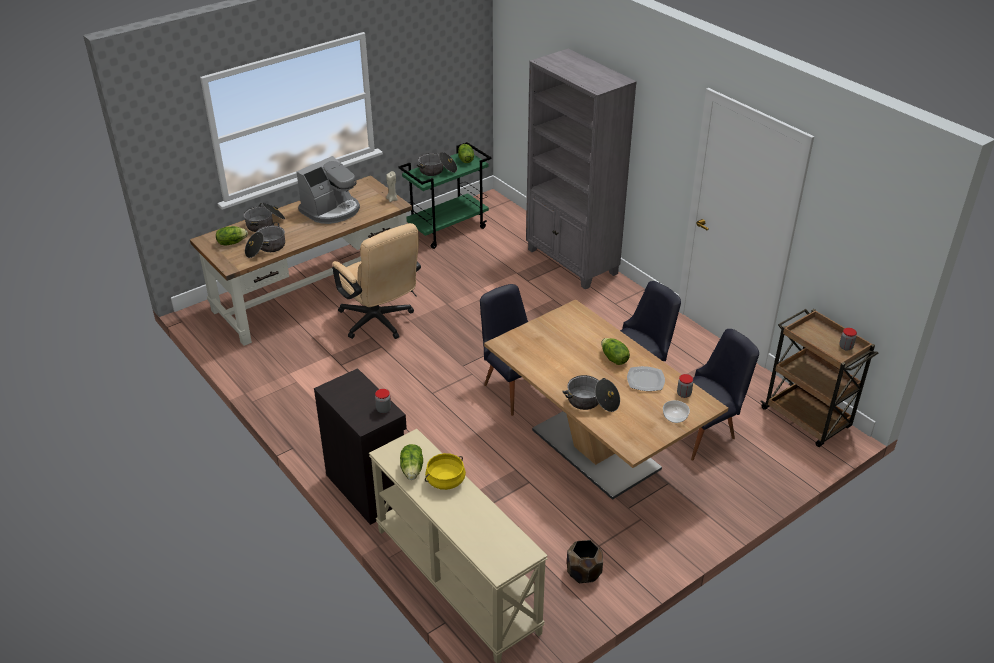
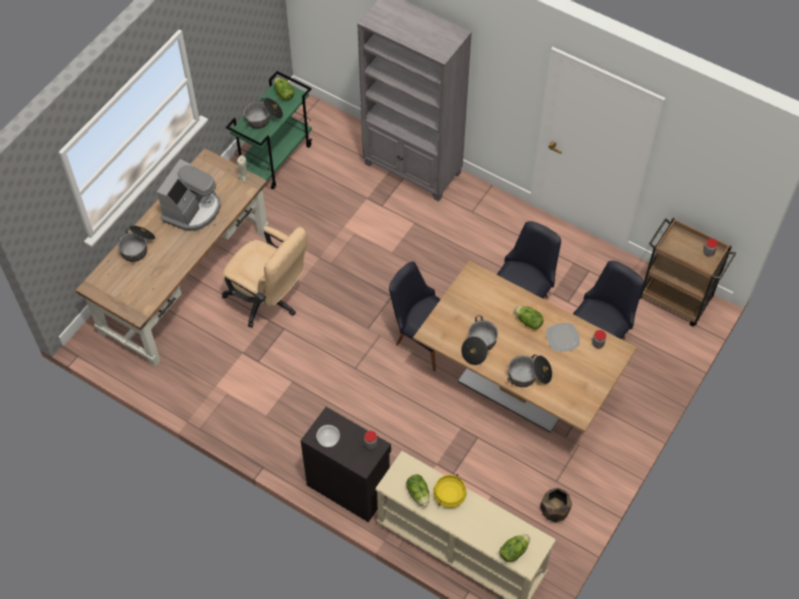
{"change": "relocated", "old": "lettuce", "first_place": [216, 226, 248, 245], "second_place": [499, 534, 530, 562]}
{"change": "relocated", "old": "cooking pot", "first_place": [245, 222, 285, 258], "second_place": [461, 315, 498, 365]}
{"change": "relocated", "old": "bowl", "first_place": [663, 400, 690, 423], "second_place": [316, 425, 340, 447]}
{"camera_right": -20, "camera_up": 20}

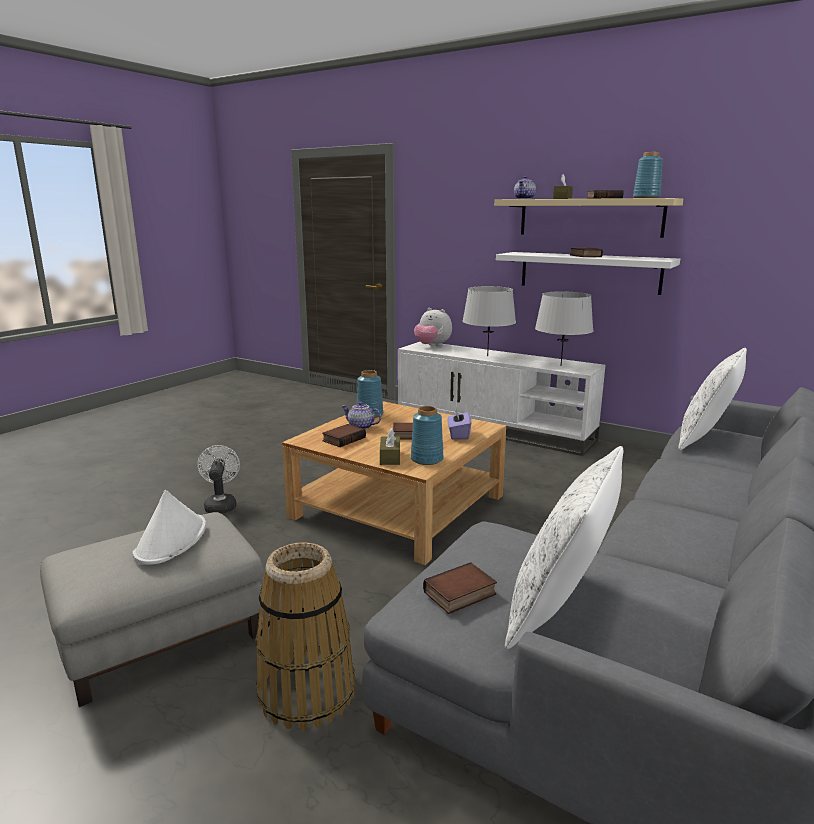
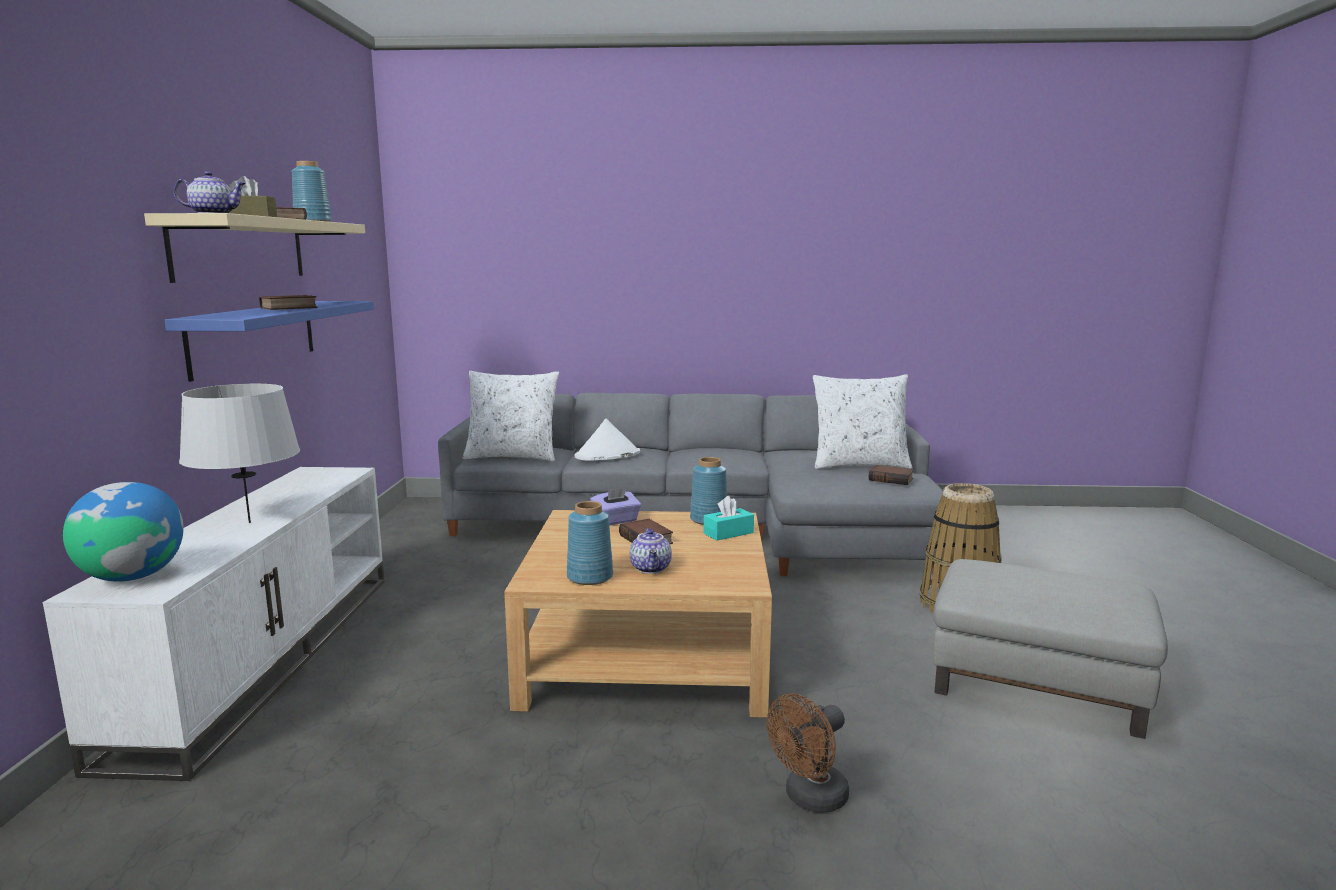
{"change": "missing", "old": "book", "first_place": [322, 424, 366, 447]}
{"change": "missing", "old": "grey table lamp", "first_place": [535, 291, 594, 366]}
{"change": "relocated", "old": "white hat", "first_place": [133, 490, 206, 565], "second_place": [575, 419, 640, 461]}
{"change": "exchanged", "old": "plush toy", "new": "globe", "first_place": [414, 308, 452, 346], "second_place": [63, 482, 184, 581]}
{"change": "colour", "old": "white fan", "new": "brown fan", "first_place": [197, 445, 240, 513], "second_place": [767, 693, 849, 813]}
{"change": "colour", "old": "brown tissue box", "new": "turquoise tissue box", "first_place": [380, 428, 400, 465], "second_place": [704, 496, 754, 541]}
{"change": "colour", "old": "white shelf", "new": "blue shelf", "first_place": [496, 252, 680, 295], "second_place": [165, 301, 374, 382]}
{"camera_right": -120, "camera_up": -5}

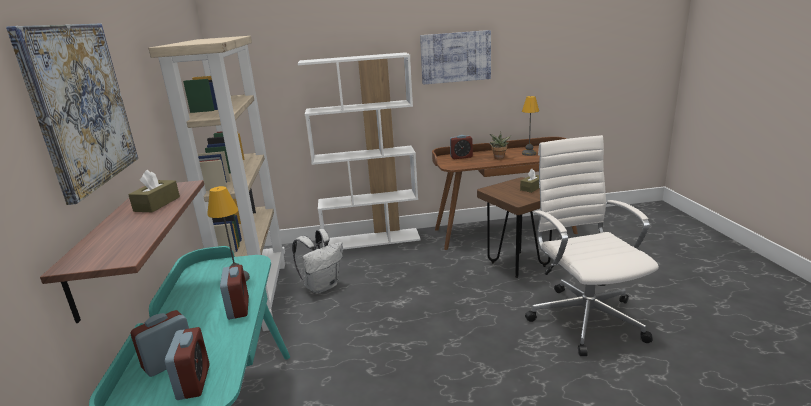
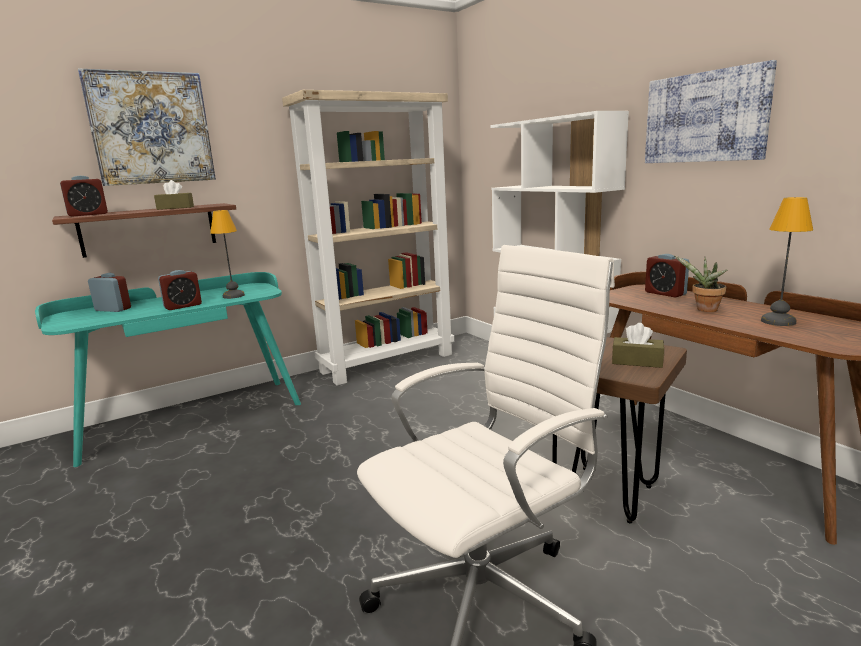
{"change": "missing", "old": "white backpack", "first_place": [292, 229, 343, 294]}
{"change": "relocated", "old": "alarm clock", "first_place": [165, 327, 210, 400], "second_place": [60, 176, 108, 217]}
{"camera_right": 65, "camera_up": -5}

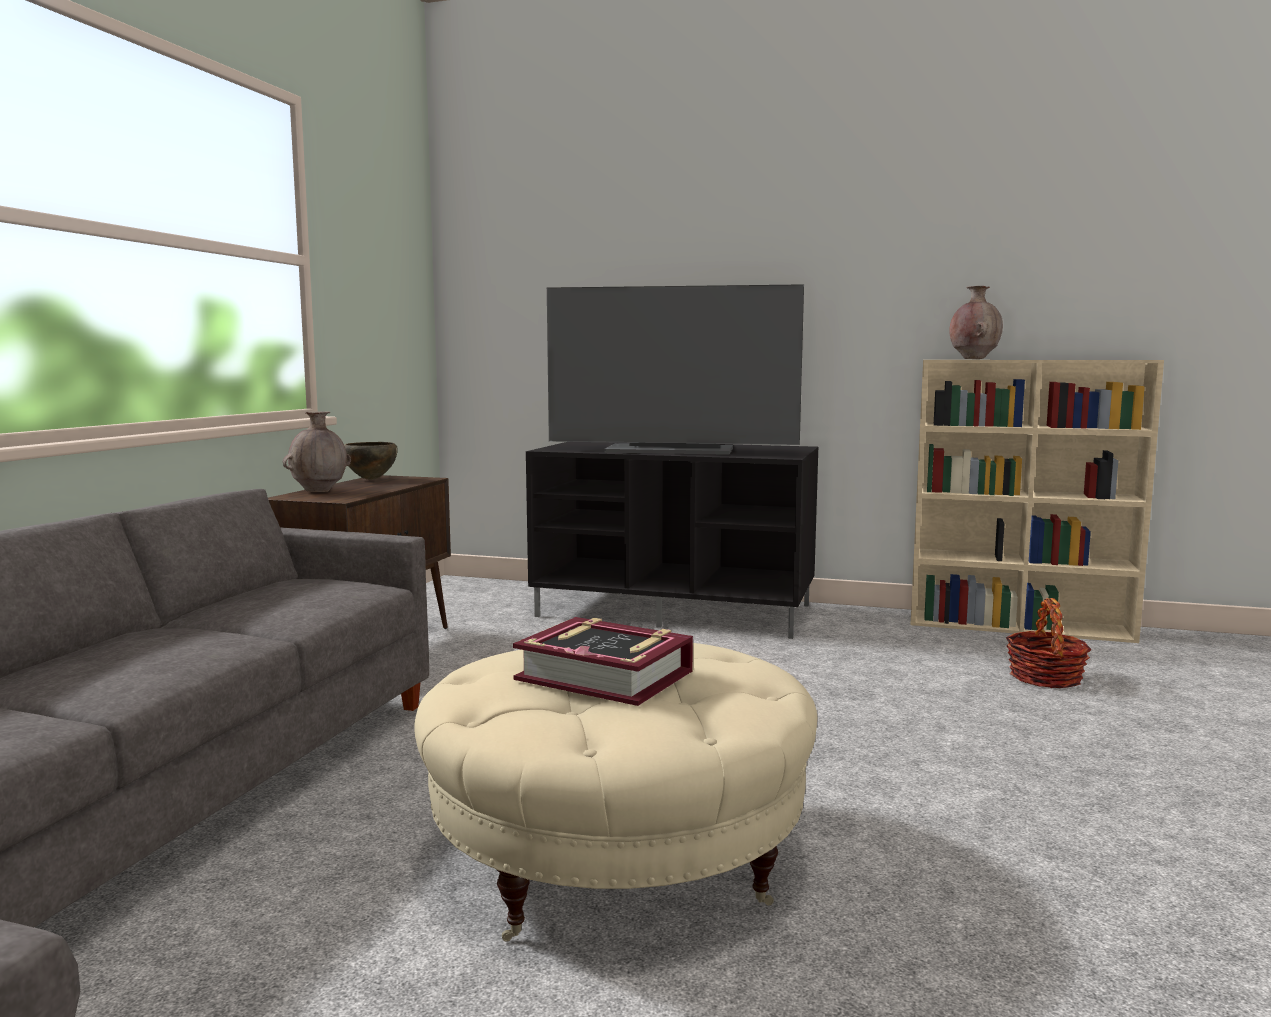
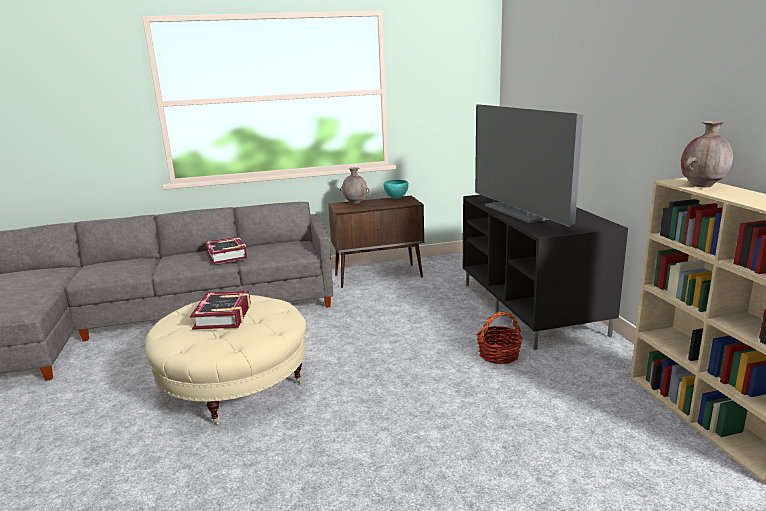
{"change": "appeared", "new": "book", "second_place": [205, 237, 247, 265]}
{"change": "relocated", "old": "basket", "first_place": [1006, 598, 1092, 688], "second_place": [476, 312, 523, 364]}
{"change": "colour", "old": "brown bowl", "new": "turquoise bowl", "first_place": [344, 442, 397, 480], "second_place": [383, 180, 409, 199]}
{"camera_right": 60, "camera_up": 10}

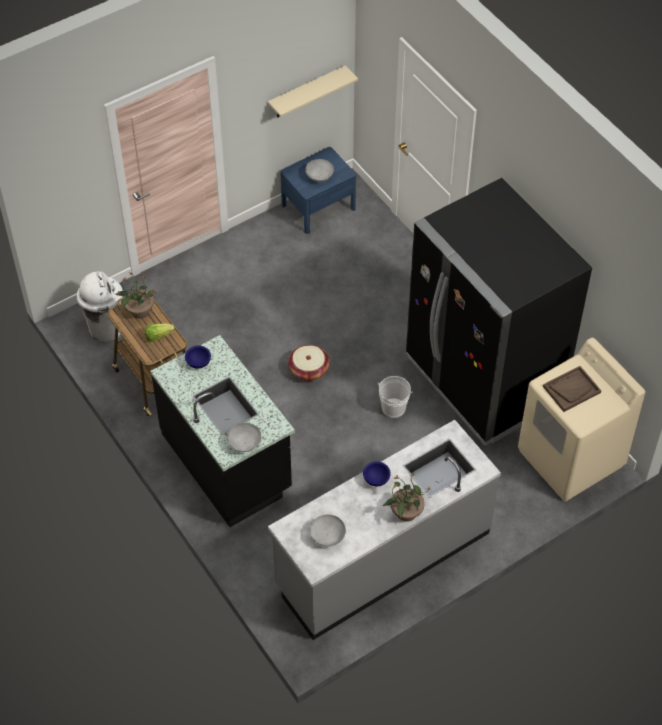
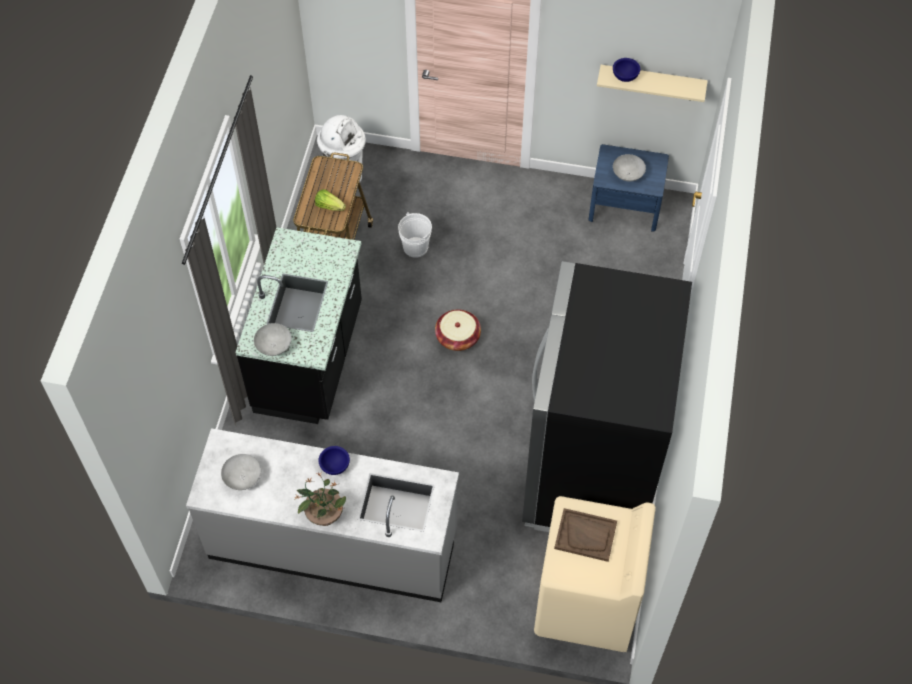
{"change": "missing", "old": "potted plant", "first_place": [115, 271, 156, 319]}
{"change": "relocated", "old": "blue bowl", "first_place": [185, 346, 211, 369], "second_place": [613, 58, 640, 82]}
{"change": "relocated", "old": "white bucket", "first_place": [378, 376, 413, 418], "second_place": [398, 212, 432, 258]}
{"camera_right": 45, "camera_up": 5}

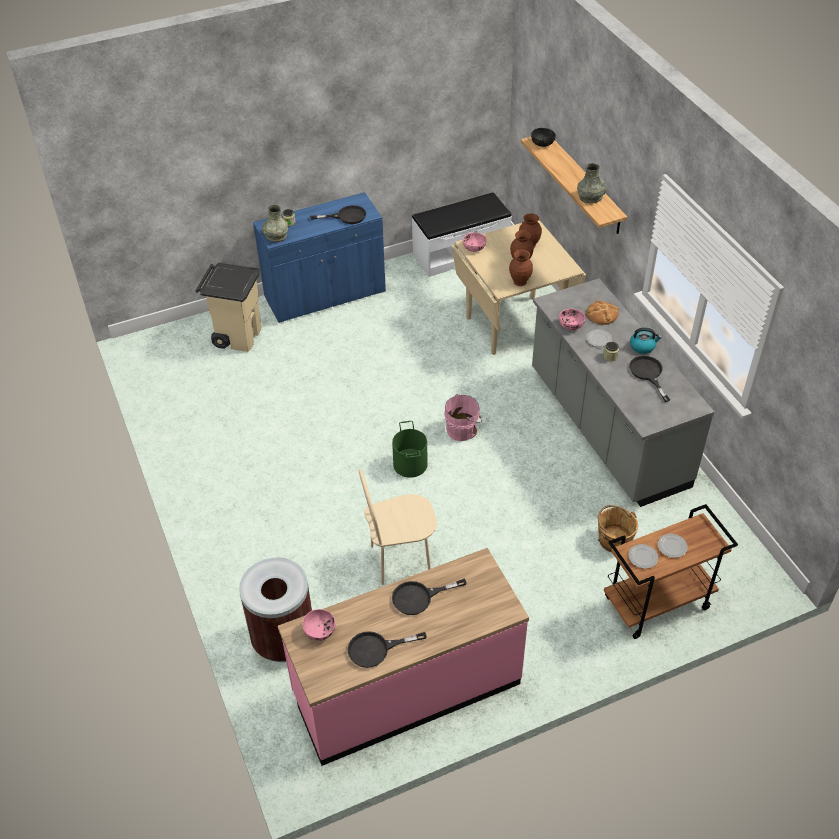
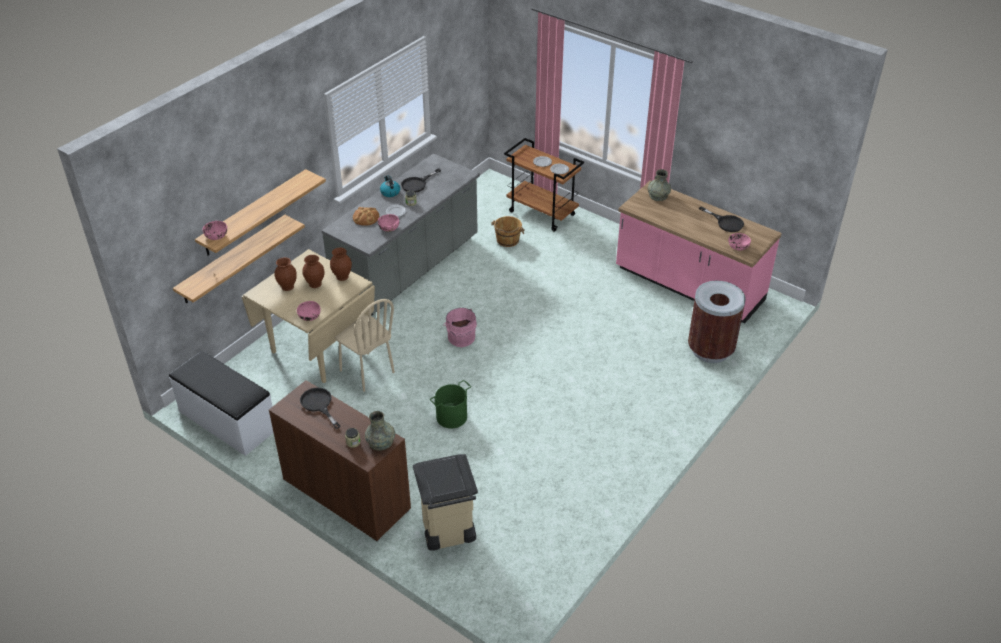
{"change": "missing", "old": "black frying pan", "first_place": [392, 579, 467, 615]}
{"change": "appeared", "new": "shelf", "second_place": [173, 215, 305, 303]}
{"change": "relocated", "old": "beige chair", "first_place": [359, 469, 437, 585], "second_place": [335, 299, 395, 392]}
{"change": "relocated", "old": "green bucket", "first_place": [392, 421, 428, 478], "second_place": [430, 380, 471, 428]}
{"change": "relocated", "old": "grey vase", "first_place": [577, 163, 606, 203], "second_place": [648, 169, 671, 201]}
{"change": "colour", "old": "blue cabinet", "new": "brown cabinet", "first_place": [253, 192, 386, 323], "second_place": [269, 380, 411, 542]}
{"change": "colour", "old": "black bowl", "new": "pink bowl", "first_place": [531, 128, 556, 147], "second_place": [202, 221, 227, 240]}
{"camera_right": -120, "camera_up": -5}

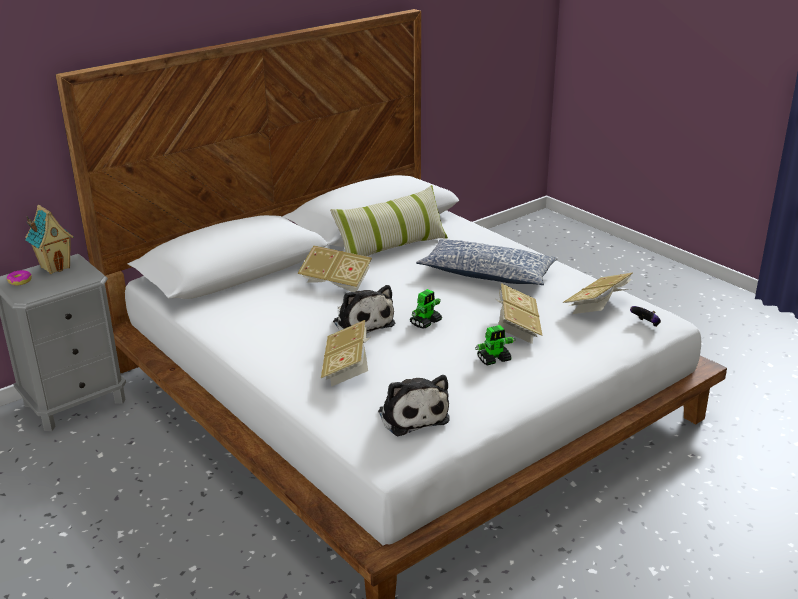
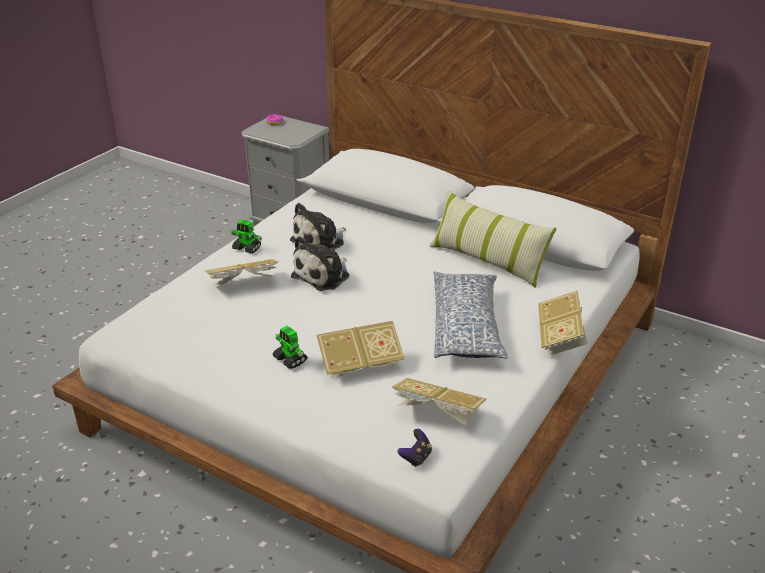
{"change": "missing", "old": "toy house", "first_place": [25, 205, 74, 274]}
{"change": "relocated", "old": "book", "first_place": [297, 245, 372, 292], "second_place": [538, 291, 588, 356]}
{"change": "relocated", "old": "plush toy", "first_place": [378, 375, 449, 436], "second_place": [290, 203, 346, 250]}
{"change": "relocated", "old": "toy robot", "first_place": [410, 289, 442, 329], "second_place": [230, 219, 262, 253]}
{"camera_right": 70, "camera_up": 5}

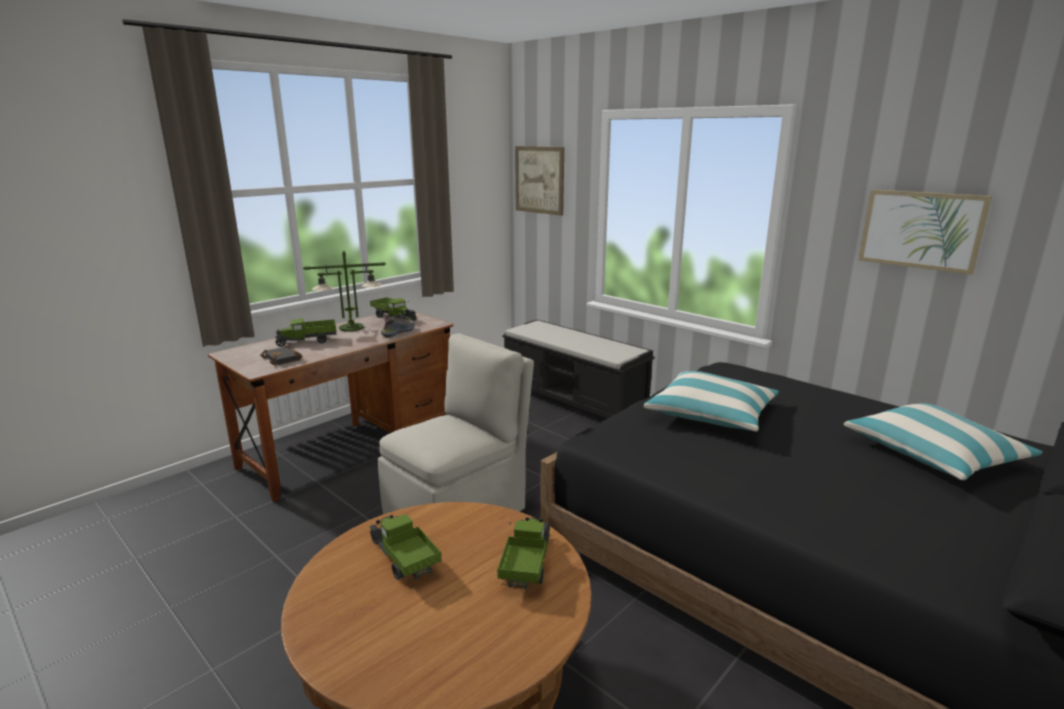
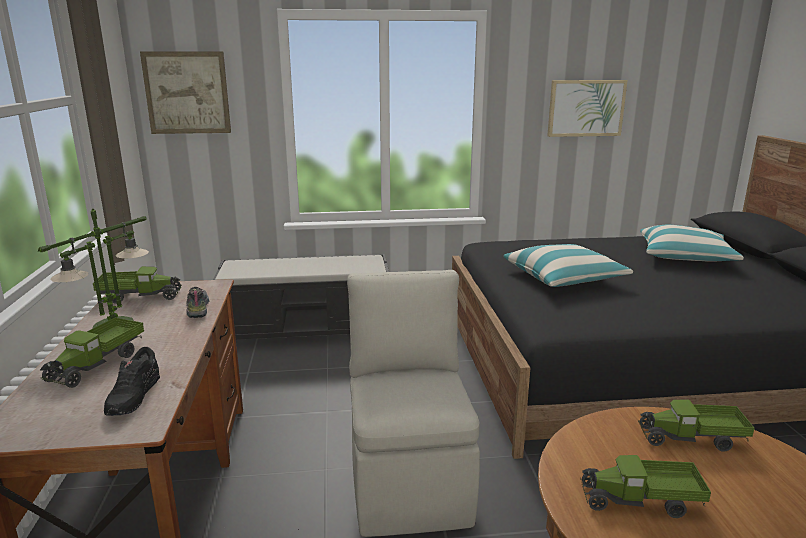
{"change": "exchanged", "old": "black book", "new": "black shoe", "first_place": [260, 346, 302, 366], "second_place": [104, 347, 160, 416]}
{"change": "spun", "old": "toy truck", "first_place": [497, 517, 550, 589], "second_place": [638, 399, 754, 452], "degrees": -45}
{"camera_right": -50, "camera_up": 0}

